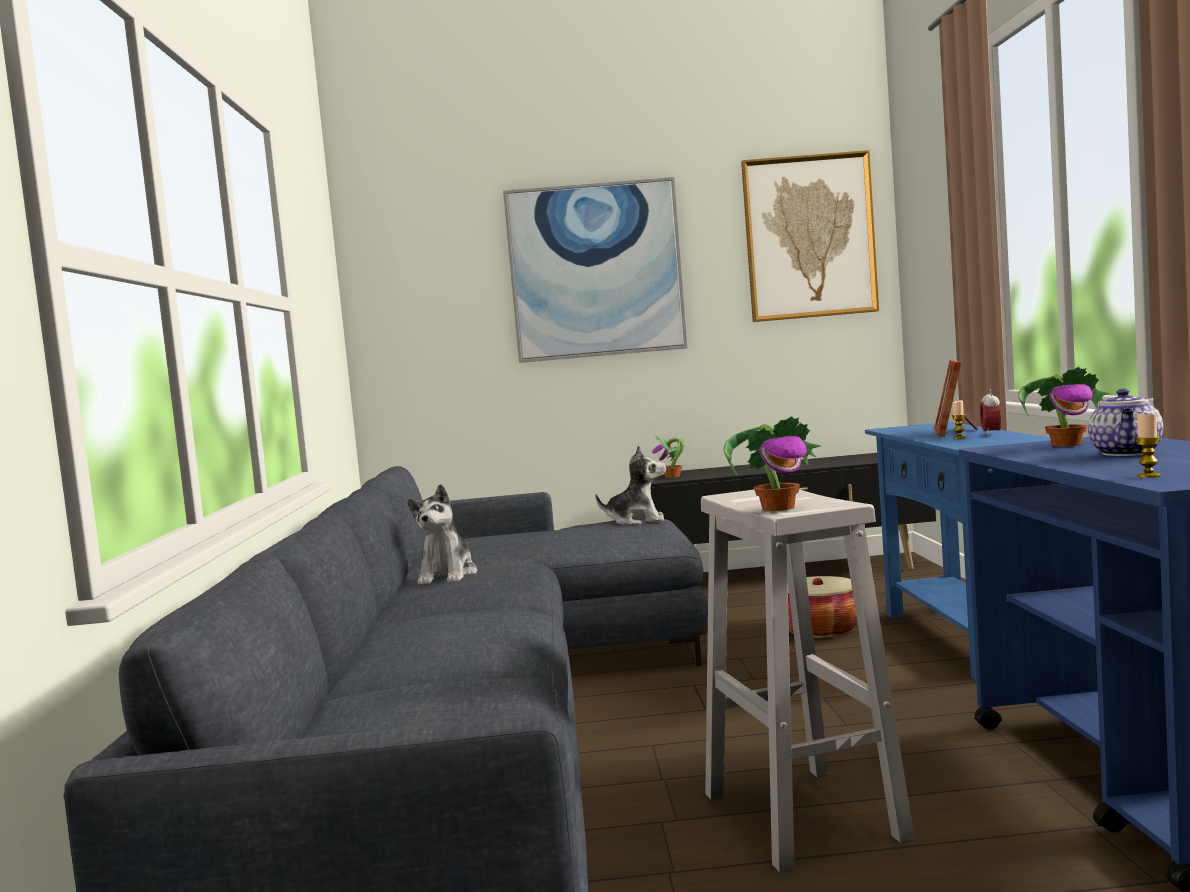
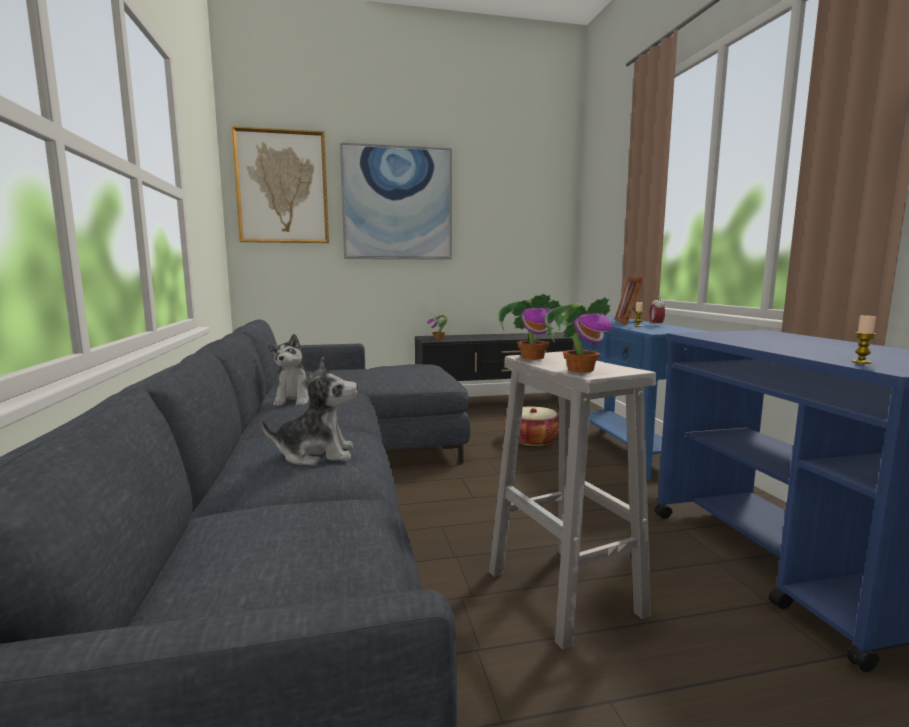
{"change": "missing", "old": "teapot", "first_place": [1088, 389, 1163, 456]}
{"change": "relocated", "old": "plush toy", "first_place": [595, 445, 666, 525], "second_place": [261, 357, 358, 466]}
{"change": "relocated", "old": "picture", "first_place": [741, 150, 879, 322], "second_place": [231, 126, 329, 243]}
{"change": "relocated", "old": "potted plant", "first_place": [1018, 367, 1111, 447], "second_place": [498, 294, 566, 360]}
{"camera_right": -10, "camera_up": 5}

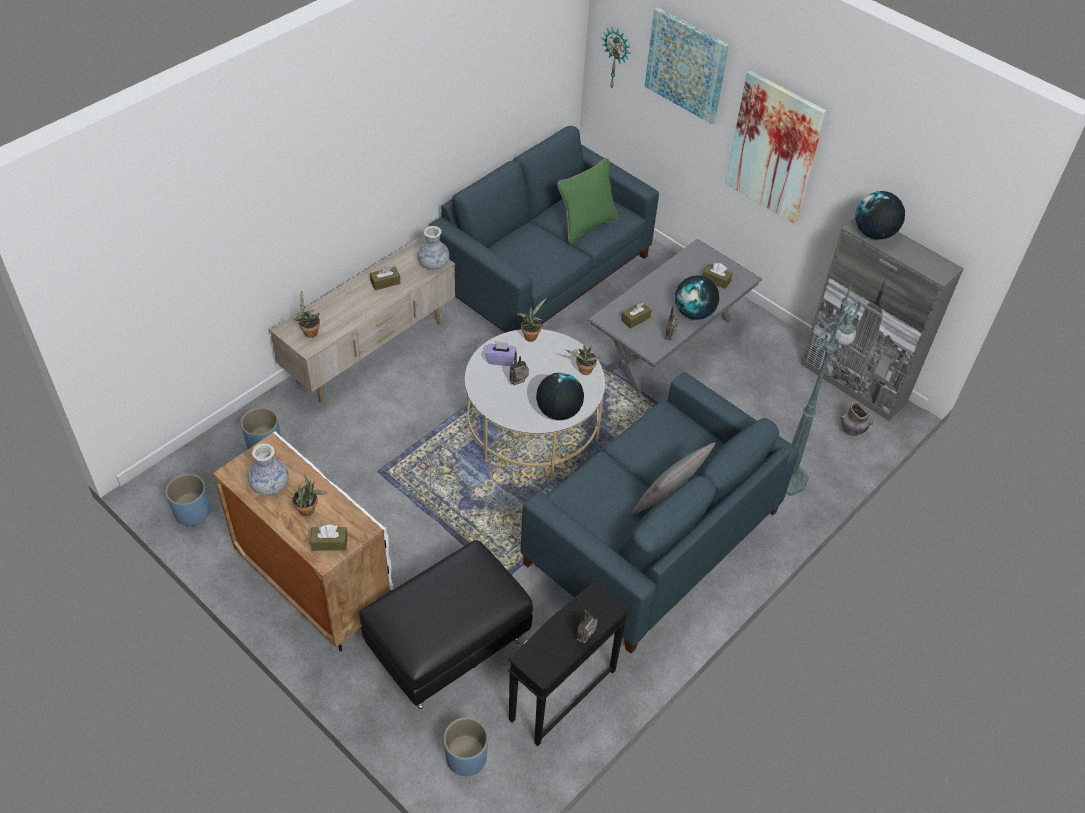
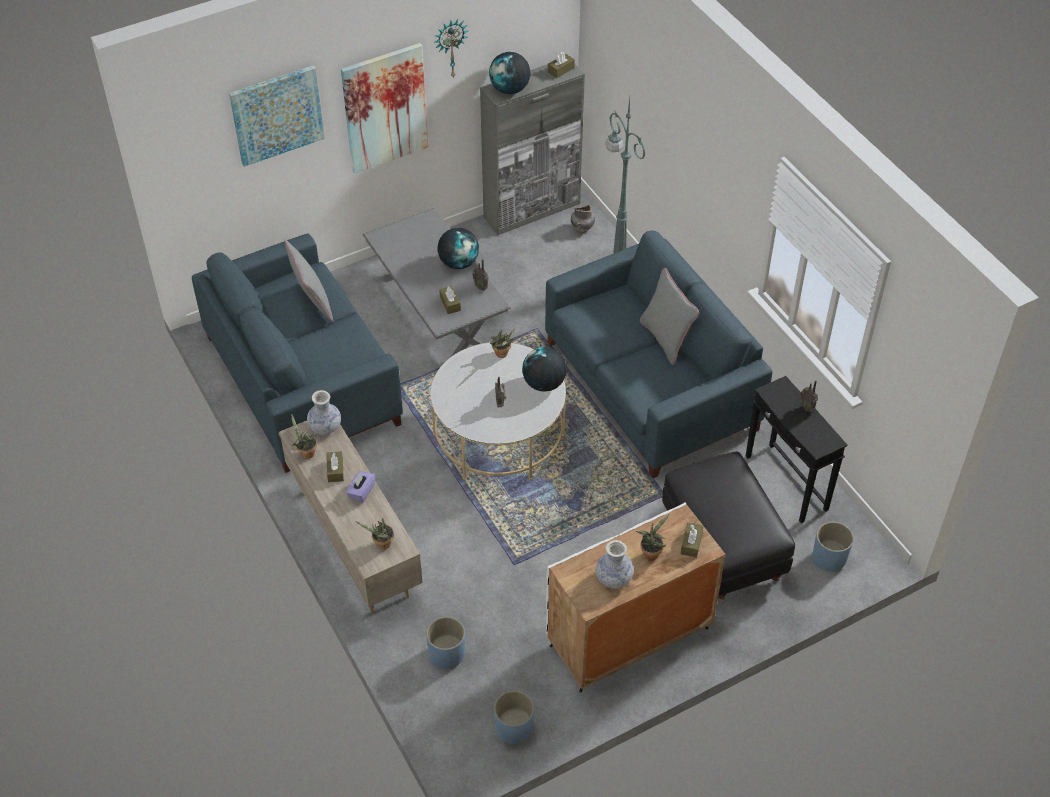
{"change": "relocated", "old": "purple tissue box", "first_place": [485, 341, 516, 366], "second_place": [346, 471, 376, 503]}
{"change": "relocated", "old": "potted plant", "first_place": [516, 298, 546, 342], "second_place": [291, 414, 317, 459]}
{"change": "relocated", "old": "wall clock", "first_place": [602, 27, 630, 89], "second_place": [434, 19, 468, 77]}
{"change": "relocated", "old": "brown tissue box", "first_place": [703, 263, 733, 289], "second_place": [548, 52, 575, 78]}
{"change": "colour", "old": "green pillow", "new": "grey pillow", "first_place": [557, 158, 618, 243], "second_place": [284, 240, 333, 322]}
{"camera_right": -70, "camera_up": 0}

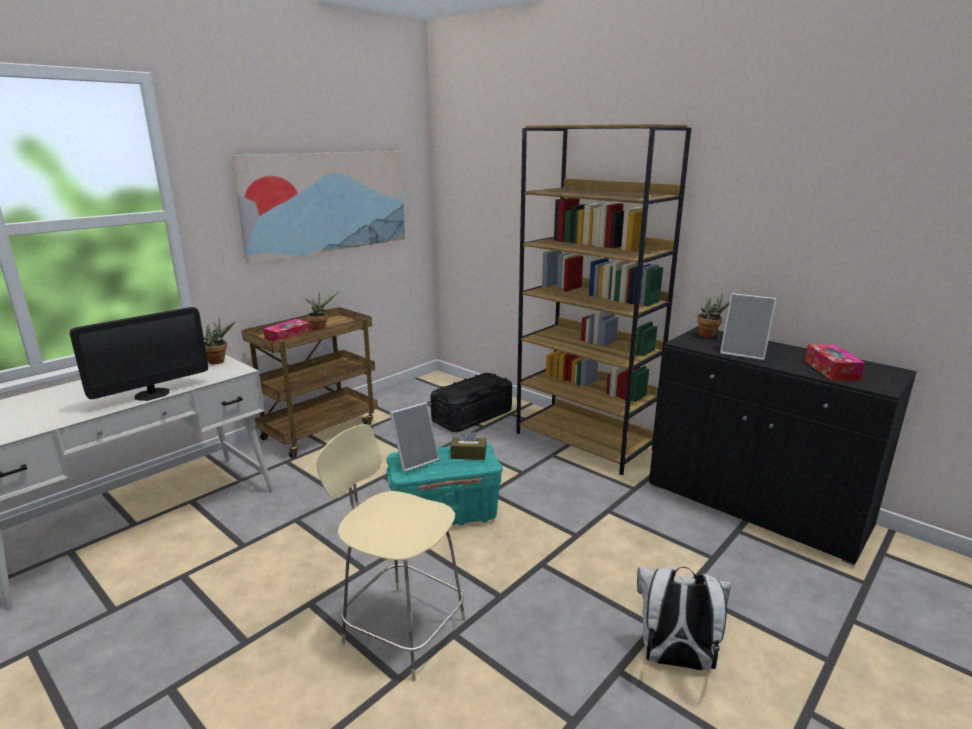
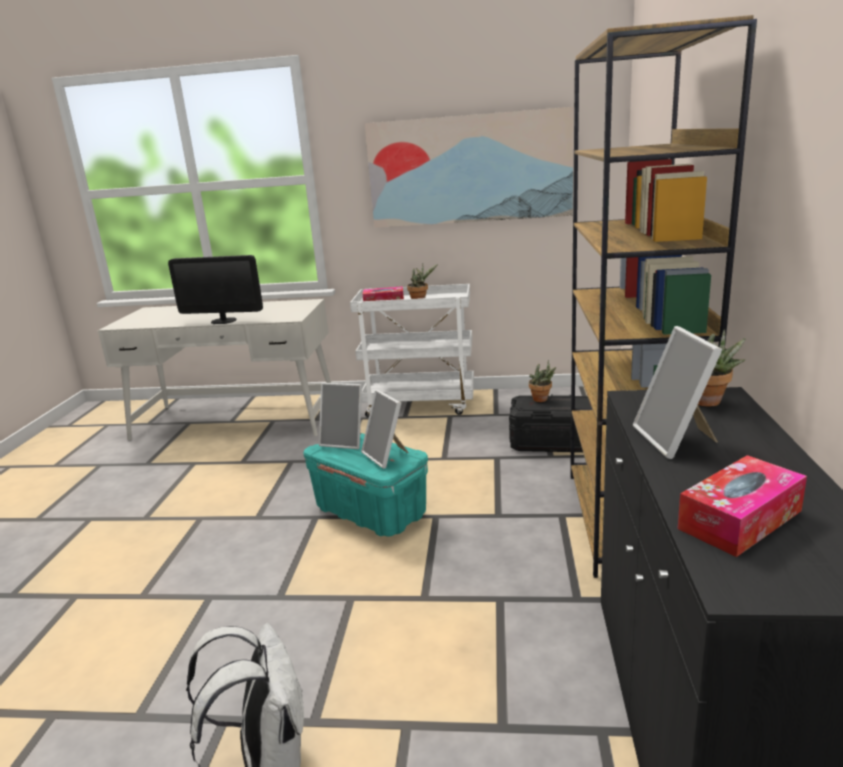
{"change": "missing", "old": "beige chair", "first_place": [316, 424, 466, 681]}
{"change": "relocated", "old": "potted plant", "first_place": [204, 319, 235, 364], "second_place": [529, 360, 556, 402]}
{"change": "exchanged", "old": "brown tissue box", "new": "picture frame", "first_place": [450, 429, 487, 460], "second_place": [361, 390, 409, 469]}
{"change": "colour", "old": "brown cart", "new": "white cart", "first_place": [241, 307, 378, 458], "second_place": [350, 284, 474, 418]}
{"camera_right": 55, "camera_up": 0}

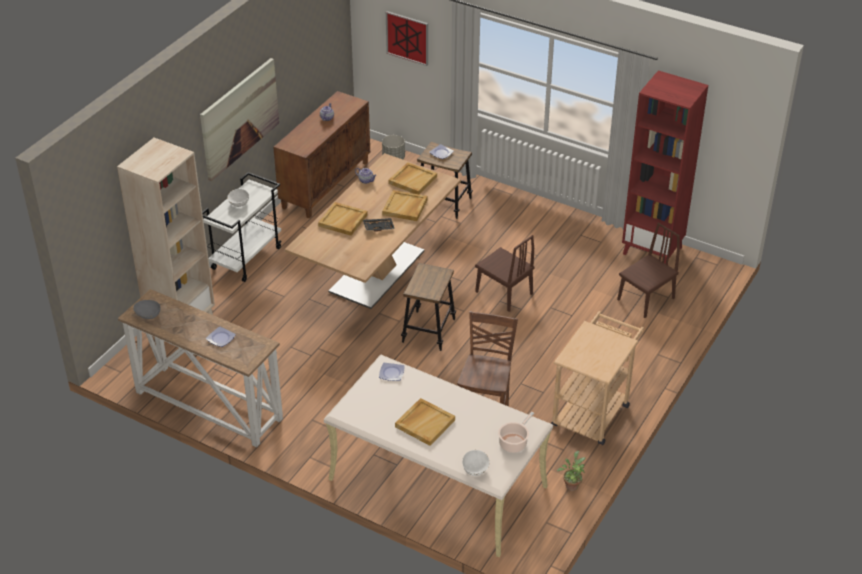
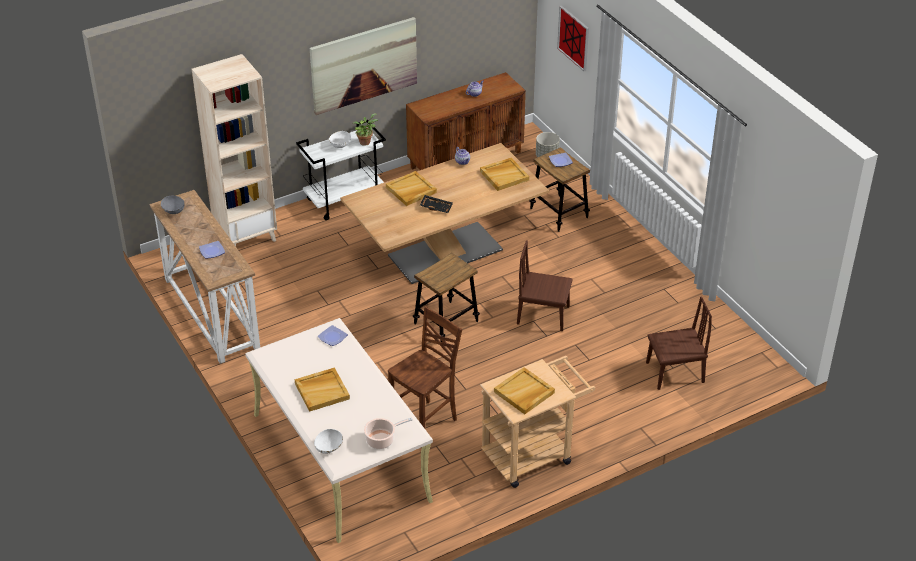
{"change": "missing", "old": "red bookcase", "first_place": [622, 70, 708, 264]}
{"change": "relocated", "old": "beige tray", "first_place": [382, 190, 427, 221], "second_place": [494, 367, 555, 414]}
{"change": "relocated", "old": "potted plant", "first_place": [557, 451, 586, 491], "second_place": [353, 113, 378, 146]}
{"change": "spun", "old": "brown chair", "first_place": [475, 235, 534, 312], "second_place": [517, 241, 573, 331], "degrees": 120}
{"camera_right": 30, "camera_up": 0}

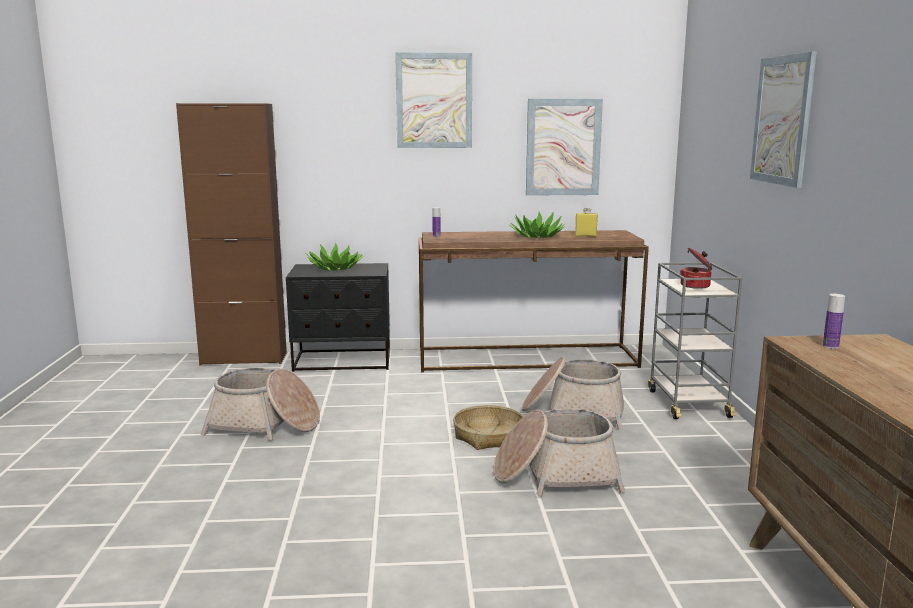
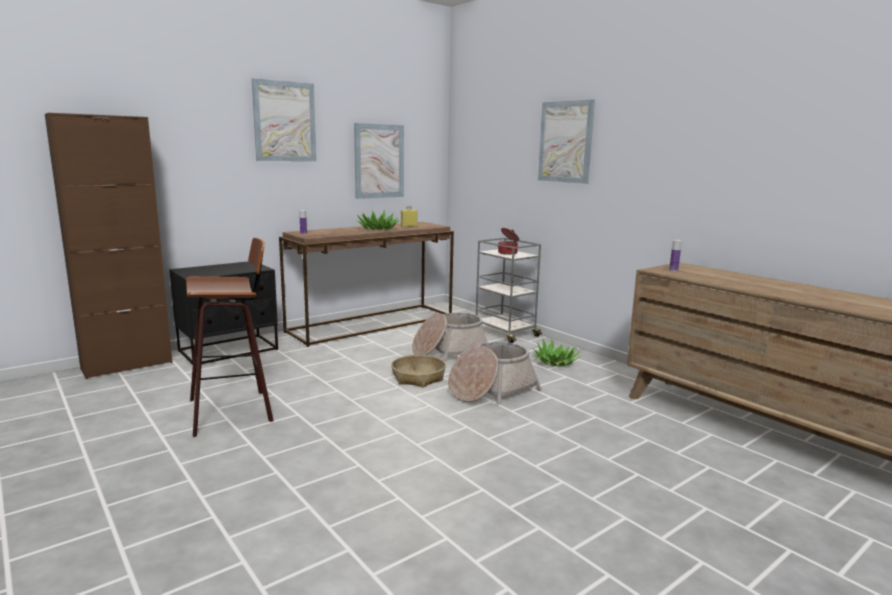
{"change": "relocated", "old": "potted plant", "first_place": [306, 242, 364, 271], "second_place": [532, 338, 581, 366]}
{"change": "exchanged", "old": "basket", "new": "stool", "first_place": [201, 368, 320, 441], "second_place": [186, 238, 274, 437]}
{"camera_right": -35, "camera_up": 0}

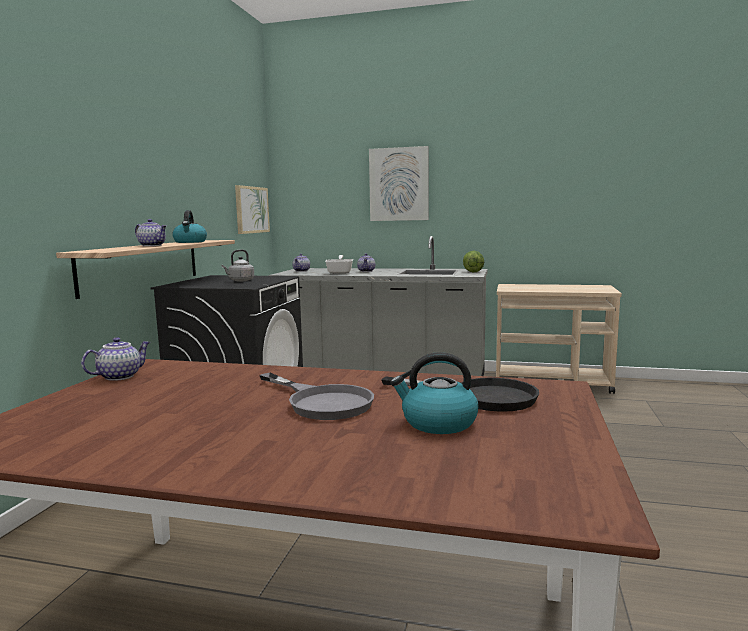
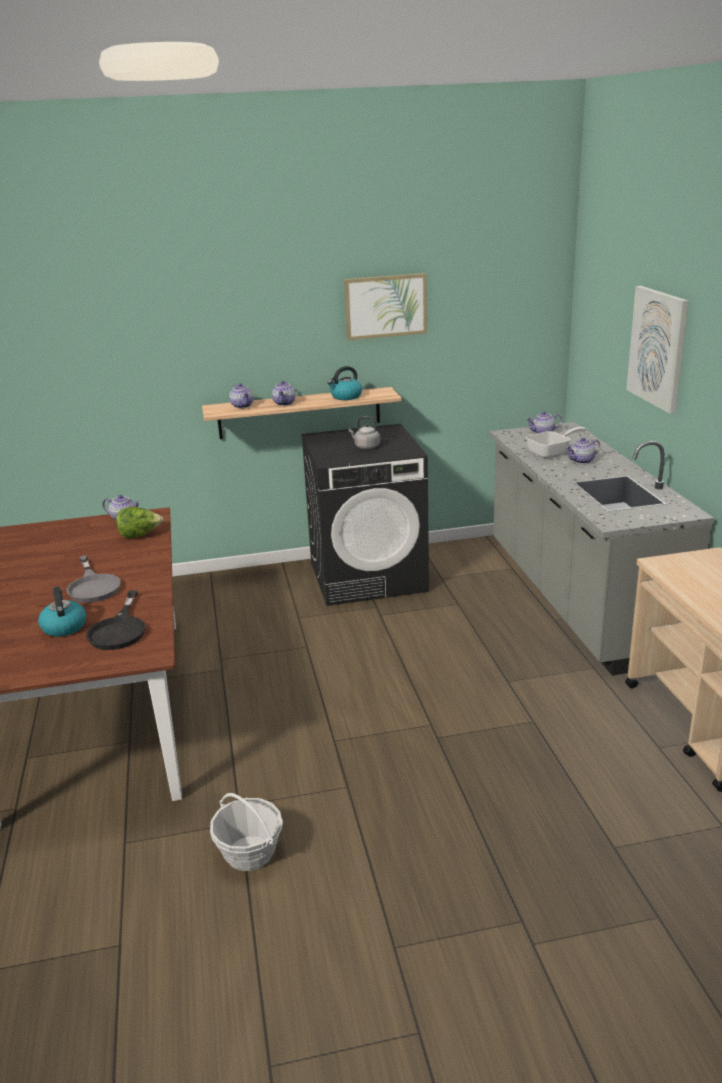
{"change": "appeared", "new": "basket", "second_place": [210, 793, 283, 871]}
{"change": "appeared", "new": "teapot", "second_place": [229, 383, 253, 409]}
{"change": "relocated", "old": "picture", "first_place": [235, 185, 270, 234], "second_place": [344, 273, 427, 340]}
{"change": "relocated", "old": "lettuce", "first_place": [463, 251, 484, 273], "second_place": [116, 507, 163, 538]}
{"change": "spun", "old": "grey frying pan", "first_place": [259, 373, 374, 420], "second_place": [67, 555, 121, 603], "degrees": -45}
{"camera_right": 65, "camera_up": 15}

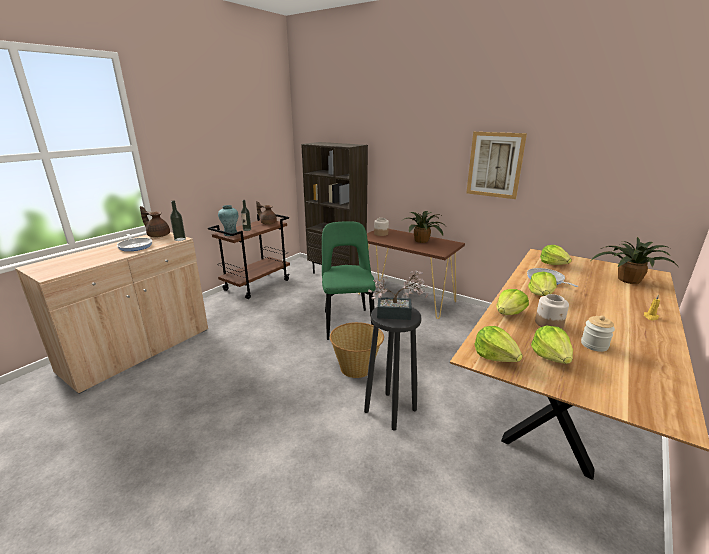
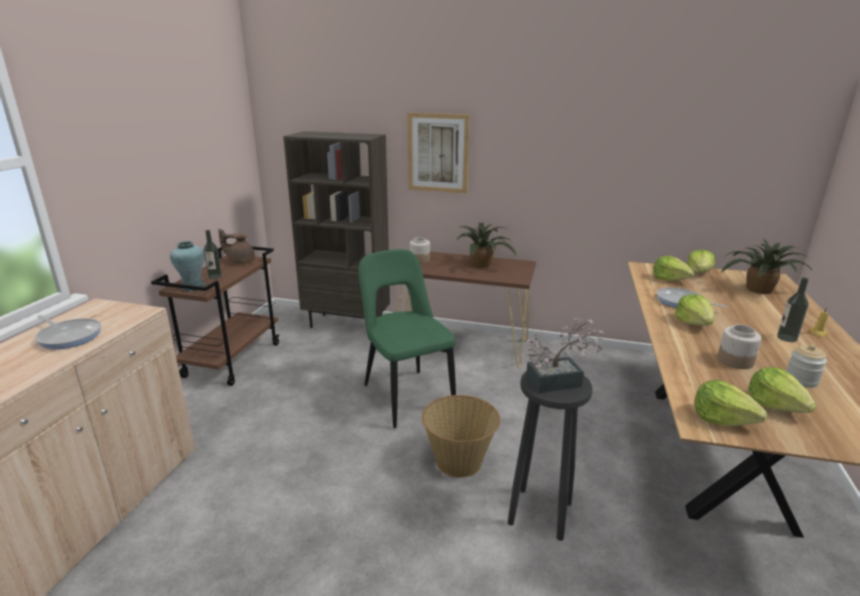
{"change": "missing", "old": "brown teapot", "first_place": [140, 206, 170, 237]}
{"change": "relocated", "old": "bottle", "first_place": [170, 201, 186, 241], "second_place": [777, 277, 809, 342]}
{"change": "relocated", "old": "picture", "first_place": [466, 132, 527, 199], "second_place": [407, 113, 470, 193]}
{"change": "relocated", "old": "lettuce", "first_place": [496, 289, 529, 315], "second_place": [686, 250, 715, 273]}
{"camera_right": -20, "camera_up": 0}

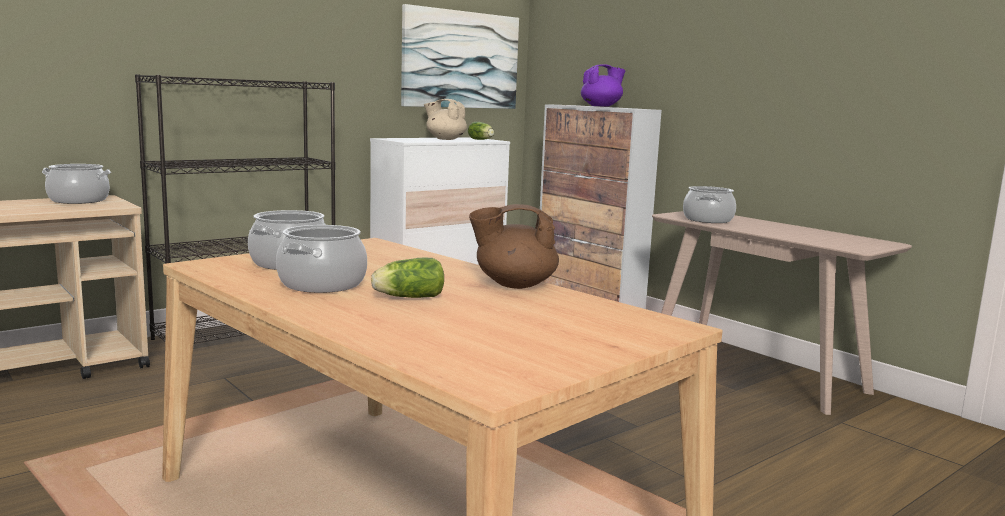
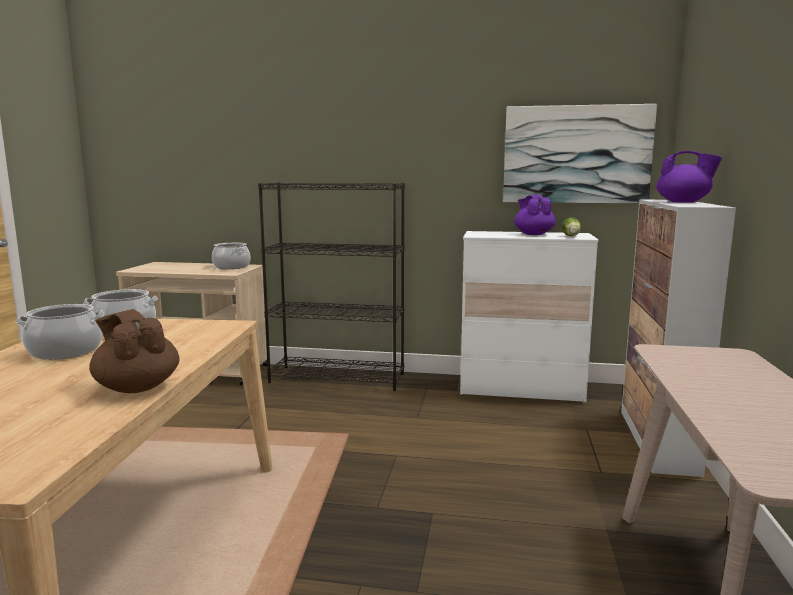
{"change": "missing", "old": "lettuce", "first_place": [371, 257, 444, 298]}
{"change": "missing", "old": "cooking pot", "first_place": [683, 186, 736, 223]}
{"change": "colour", "old": "beige teapot", "new": "purple teapot", "first_place": [424, 99, 467, 140], "second_place": [514, 195, 556, 235]}
{"camera_right": 50, "camera_up": 0}

